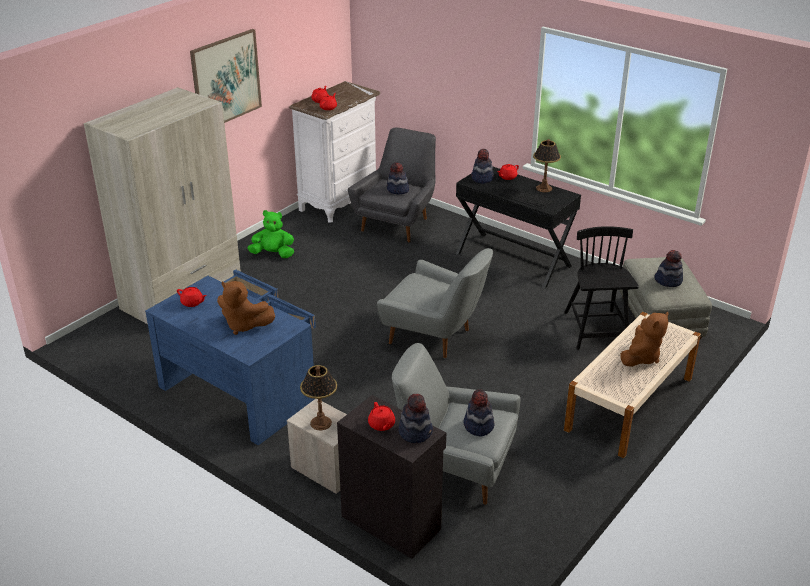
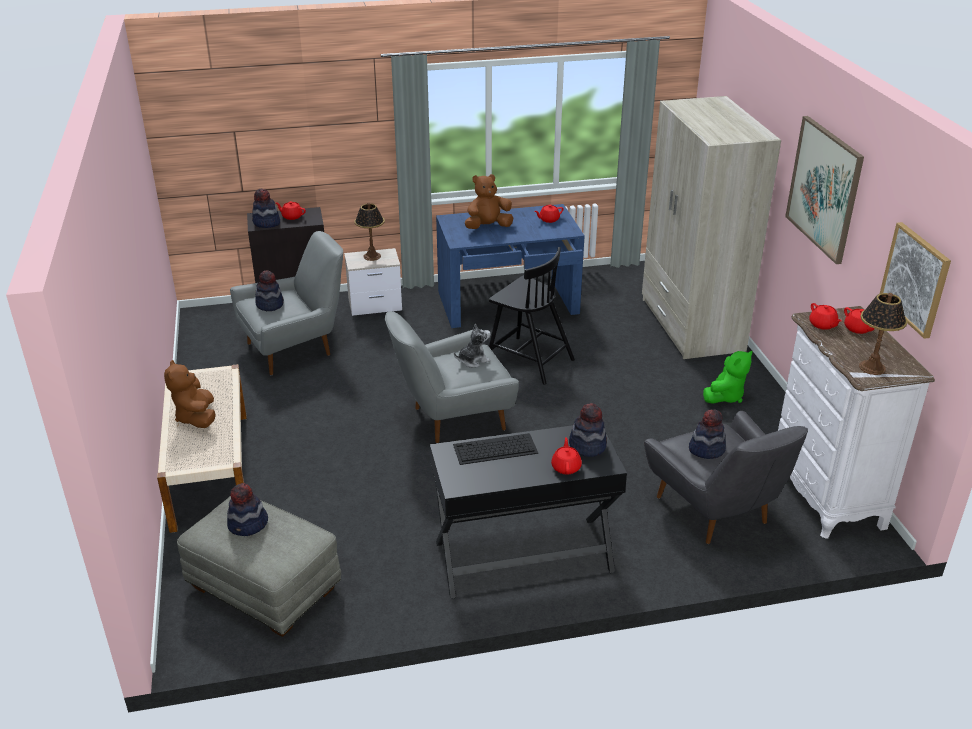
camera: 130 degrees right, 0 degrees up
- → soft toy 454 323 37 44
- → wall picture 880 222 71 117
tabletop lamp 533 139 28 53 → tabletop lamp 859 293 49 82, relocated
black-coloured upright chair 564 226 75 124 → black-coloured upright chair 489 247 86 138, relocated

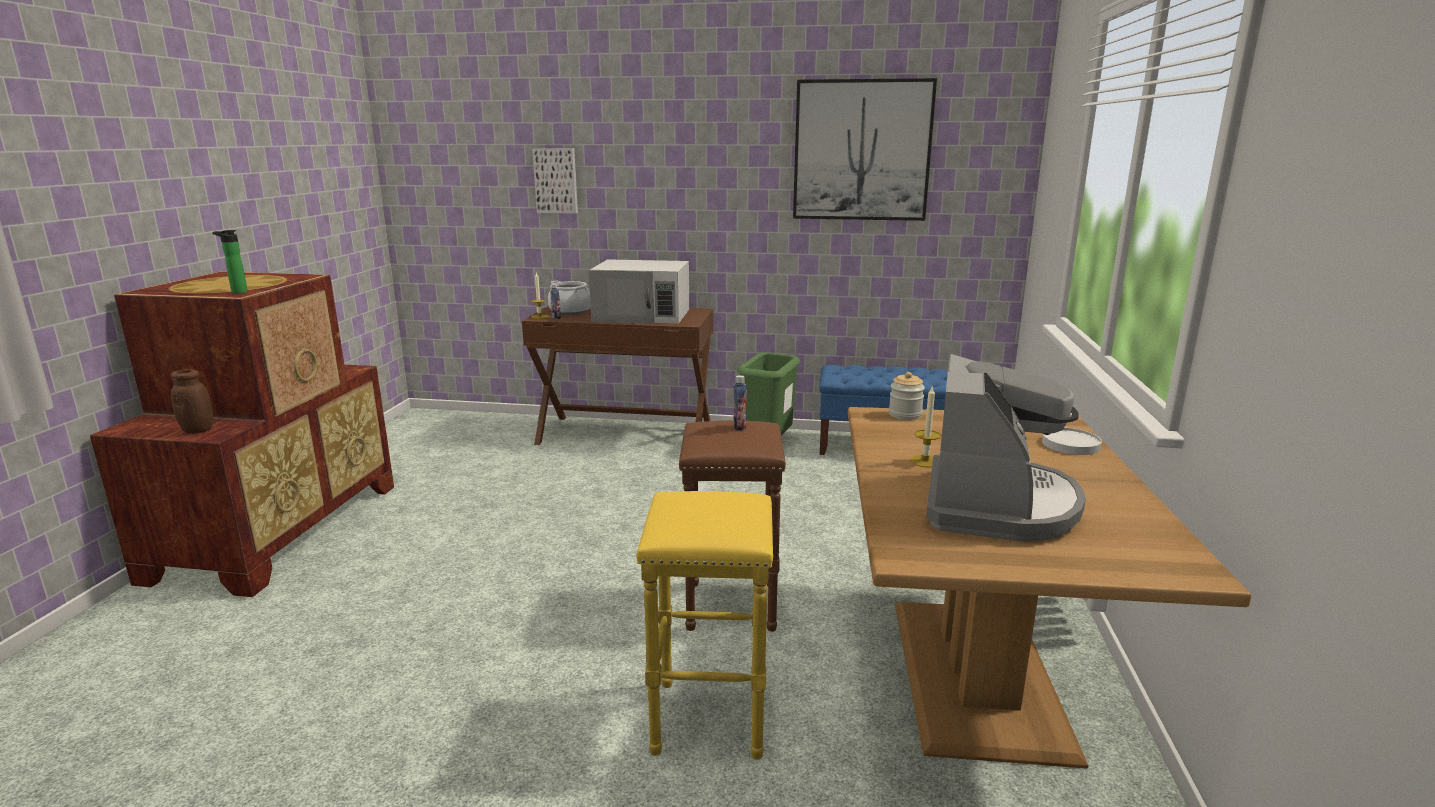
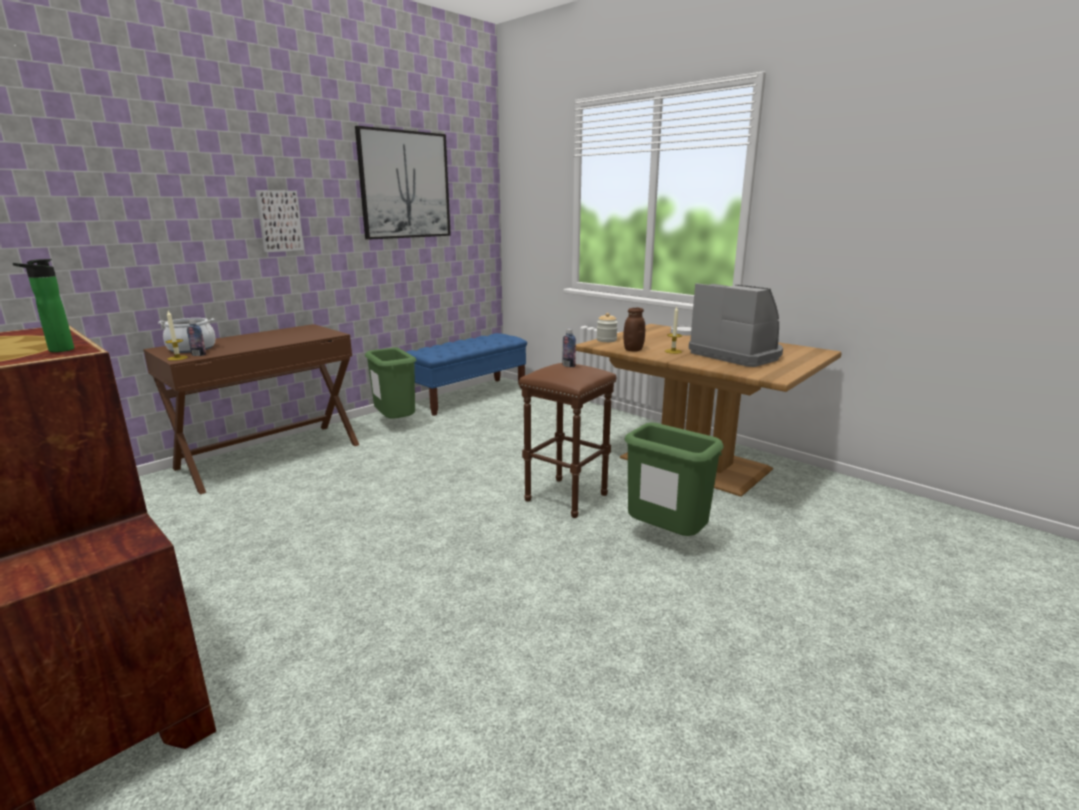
camera: 55 degrees left, 0 degrees up
white-coloured microwave 589 259 100 65 → -
brown-coloured preserve jar 171 369 43 65 → brown-coloured preserve jar 624 308 21 44, relocated
wall picture 532 148 46 66 → wall picture 255 190 49 62, relocated
yellow-coloured stool seat 636 491 137 269 → greenish rubbish bin 625 423 99 113

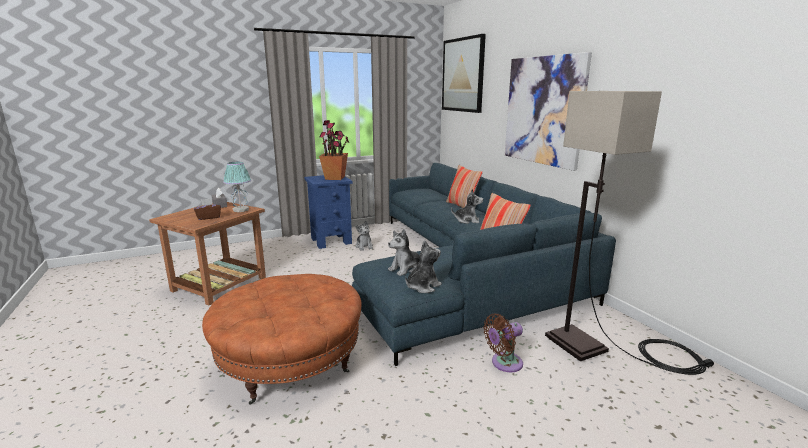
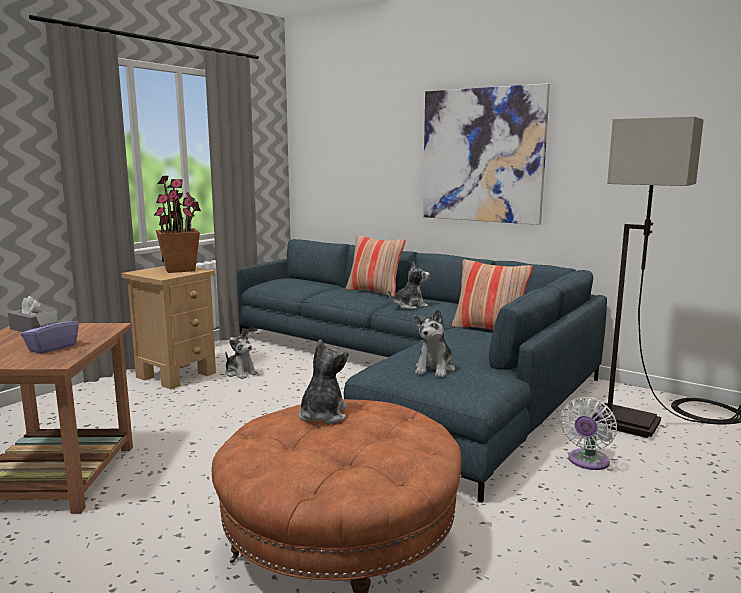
camera: 30 degrees left, 5 degrees down
tabletop lamp 223 162 28 50 → -
wall picture 442 34 44 79 → -
soft toy 405 240 37 53 → soft toy 298 339 50 85, relocated
brown-coloured tissue box 194 198 27 22 → purple tissue box 21 311 58 43
blue-coloured nightstand 304 175 48 74 → beige nightstand 121 266 95 123
brown-coloured cooling fan 483 313 40 59 → white-coloured cooling fan 560 397 57 73

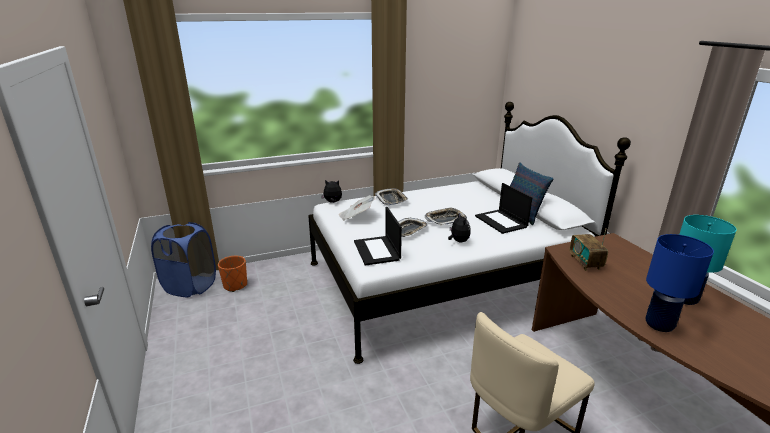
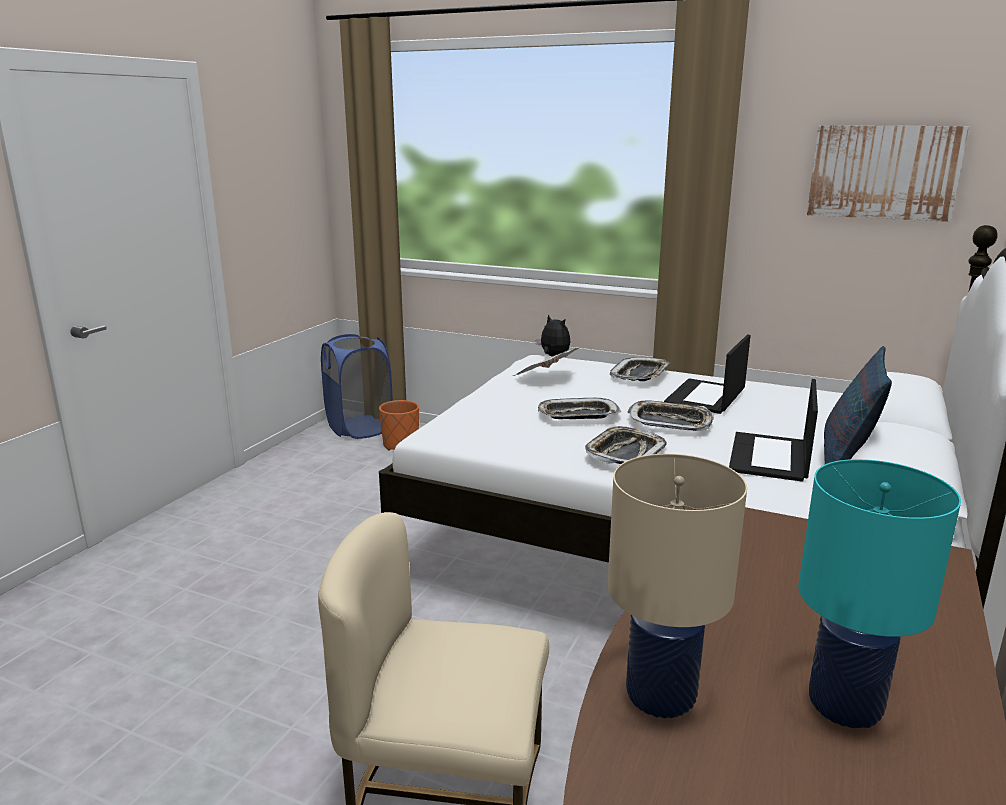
camera: 45 degrees right, 5 degrees down
radio set 569 228 39 43 → -
- → wall picture 807 125 162 97
laptop 354 207 48 59 → laptop 664 334 87 80, relocated
soft toy 448 212 23 31 → carrying tray 585 426 81 38
blue-coloured tabletop lamp 646 234 68 98 → beige tabletop lamp 608 454 139 264

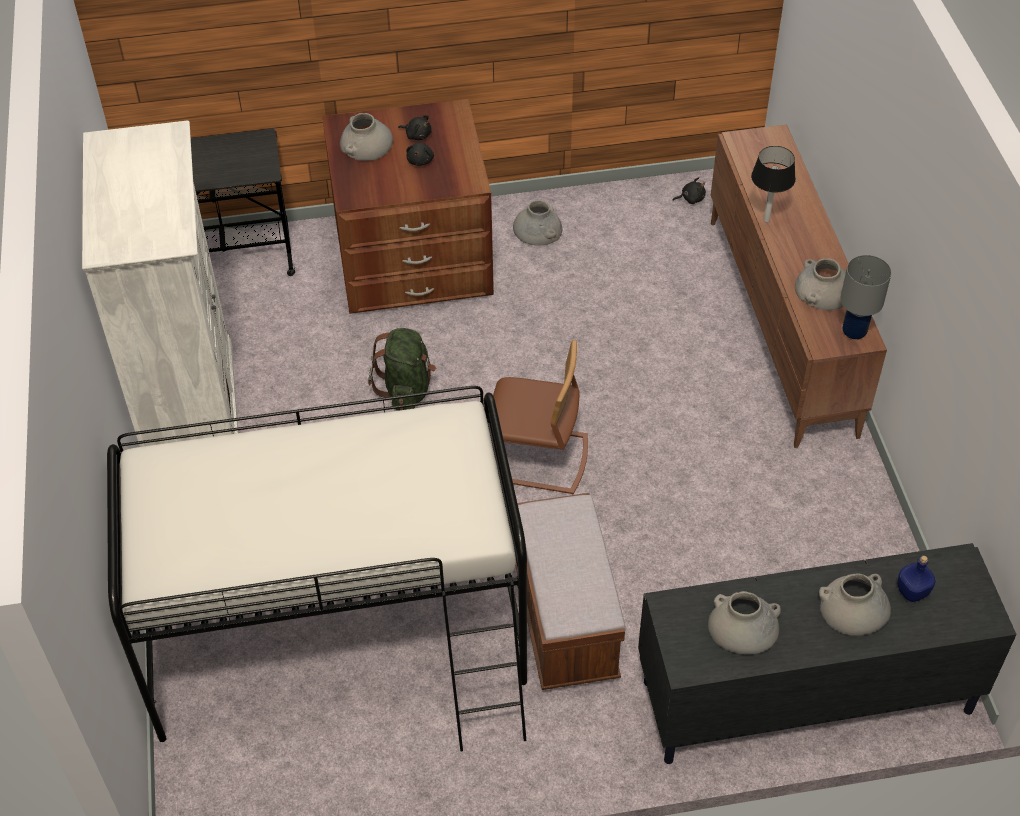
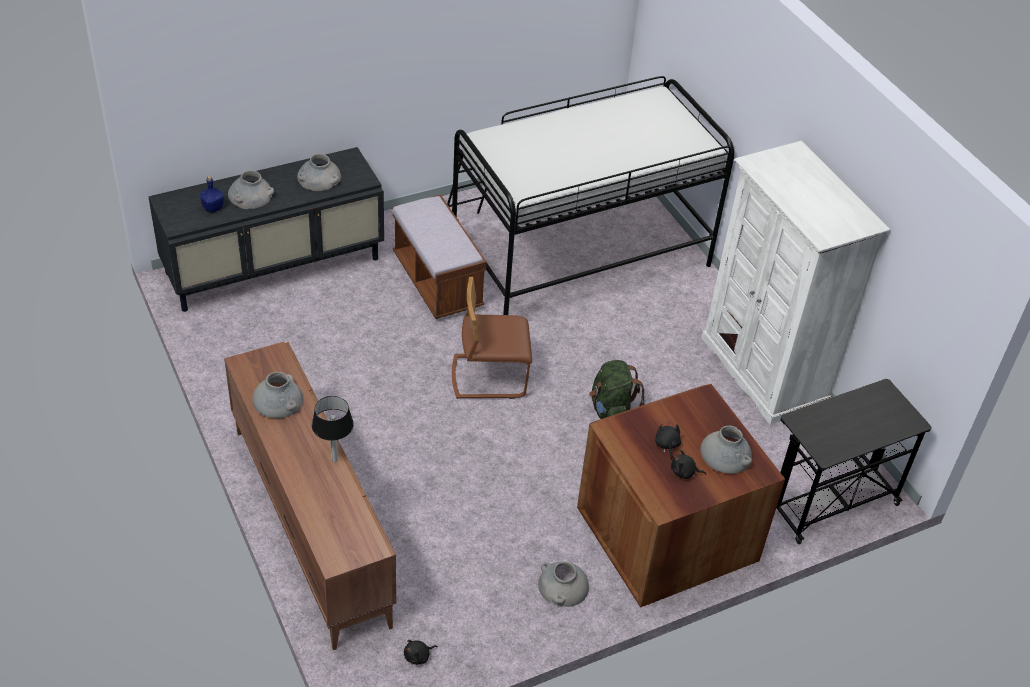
camera: 160 degrees right, 5 degrees down
gray tabletop lamp 840 255 51 84 → -

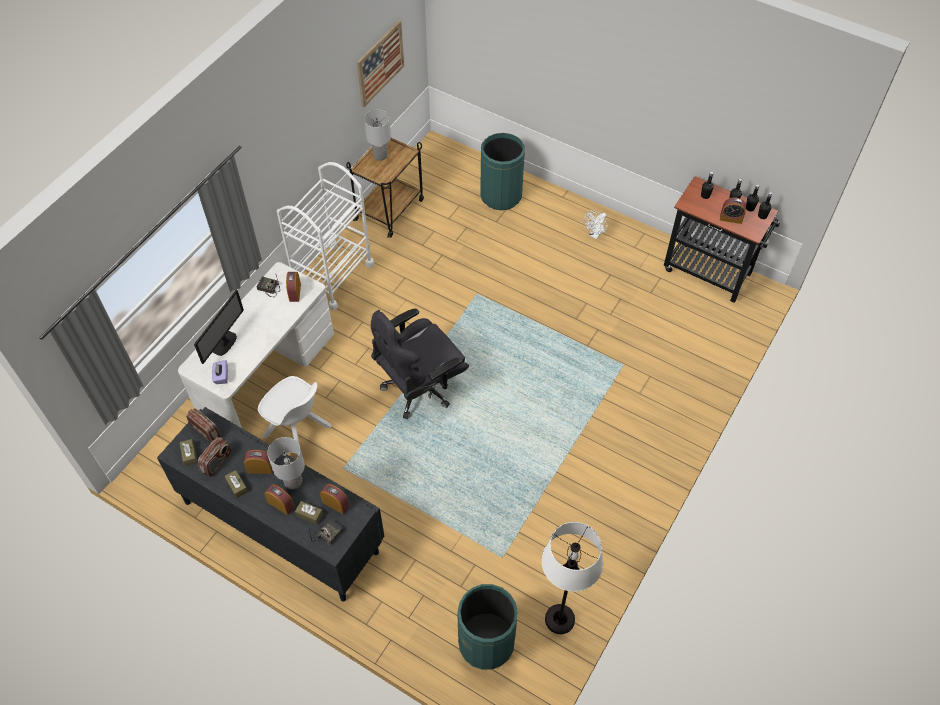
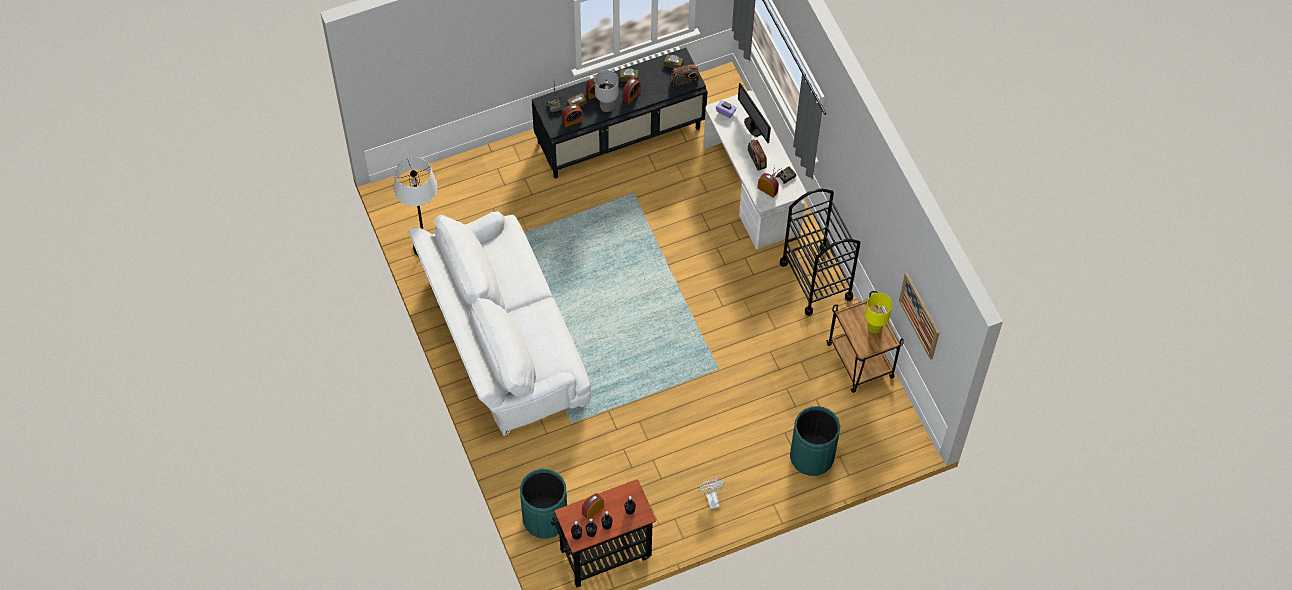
camera: 125 degrees right, 5 degrees up
white-coloured upright chair 258 376 73 81 → -
black-coloured desk chair 371 309 98 110 → -
- → white-coloured couch 408 212 183 224
radio set 198 437 34 40 → radio set 748 139 19 32, relocated
greenish rubbish bin 457 584 61 86 → greenish rubbish bin 520 469 47 70, relocated
white-coloured trolley 277 162 97 148 → black-coloured trolley 780 189 80 127
gray tabletop lamp 364 110 27 50 → yellow-coloured tabletop lamp 865 293 27 41

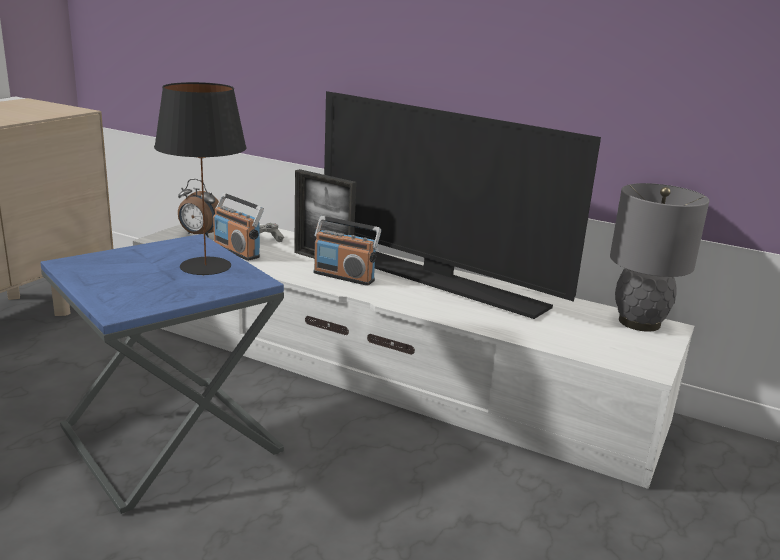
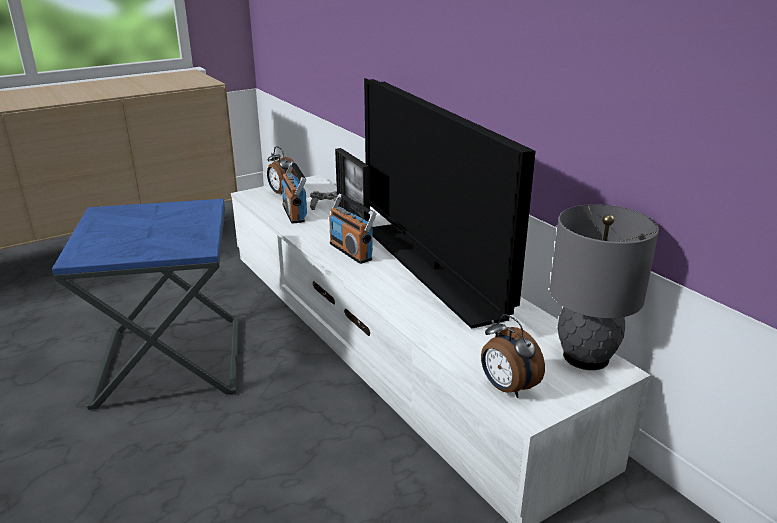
camera: 30 degrees right, 5 degrees up
black-coloured tabletop lamp 154 82 93 193 → -
- → alarm clock 481 314 64 84

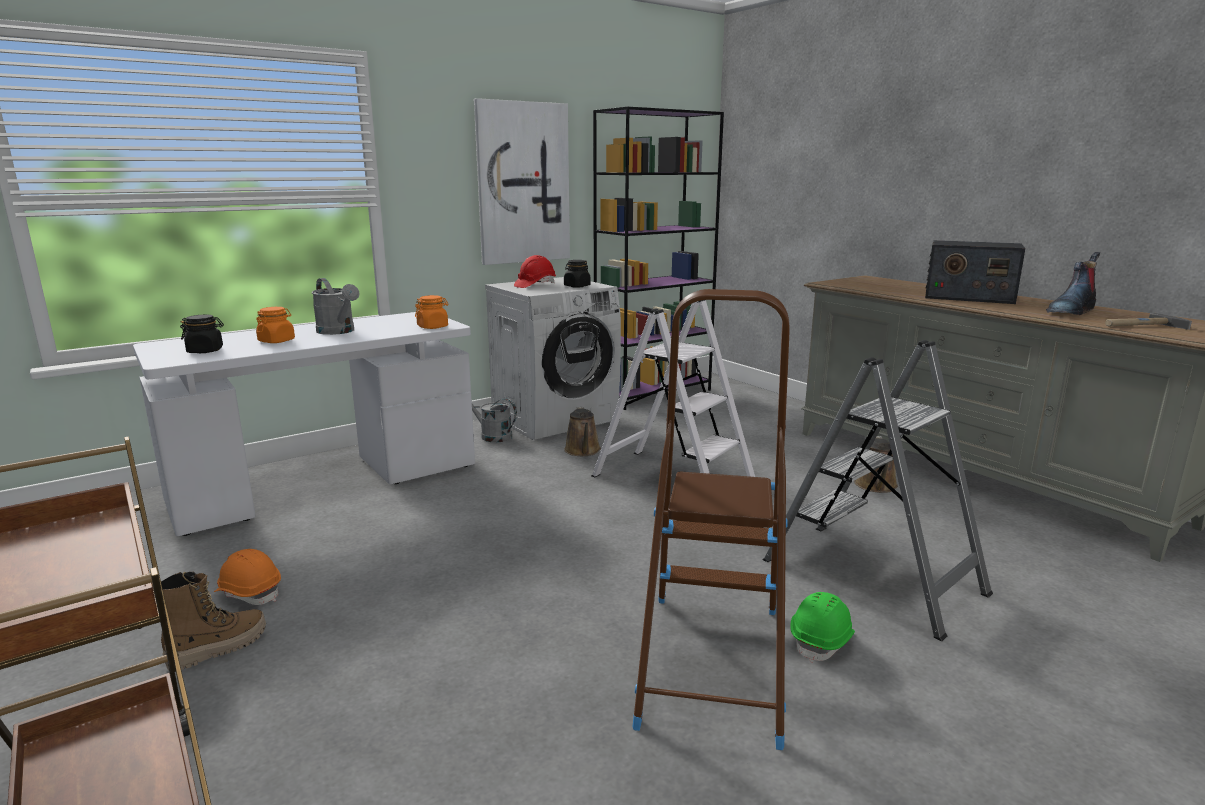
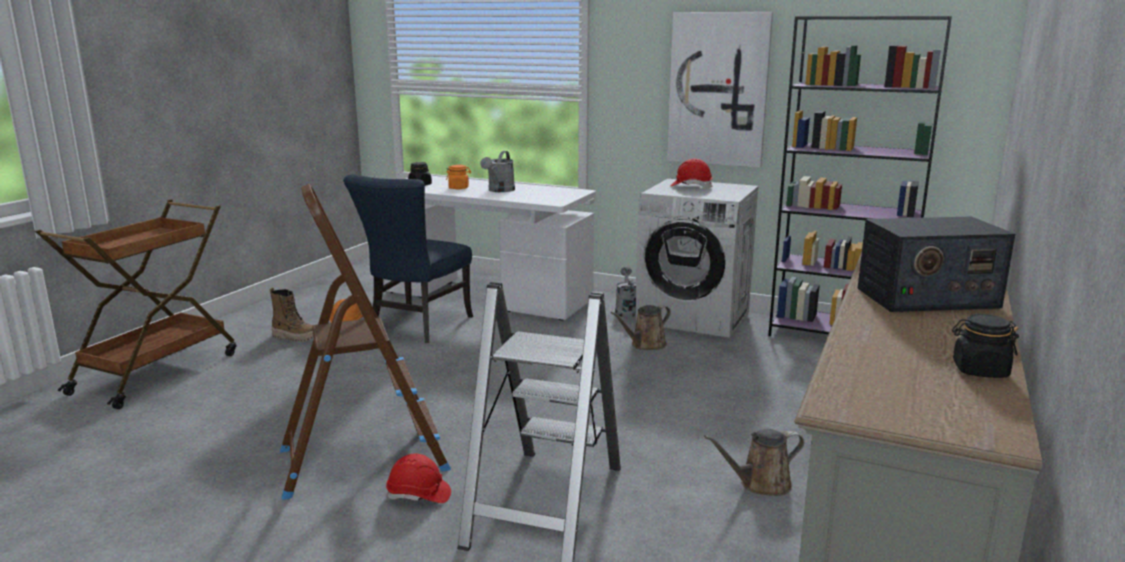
camera: 60 degrees right, 0 degrees up
orange-coloured preserve jar 415 295 34 34 → -
white-coloured step ladder 591 300 164 177 → -
boot 1046 252 54 63 → -
hammer 1105 313 87 17 → -
- → blue-coloured upright chair 343 174 130 169
black-coloured preserve jar 564 260 27 28 → black-coloured preserve jar 952 314 67 64, relocated
greenish hard hat 790 592 65 71 → reddish hard hat 386 454 65 49
radio set 925 240 100 64 → radio set 857 217 158 95, 90 degrees counterclockwise

